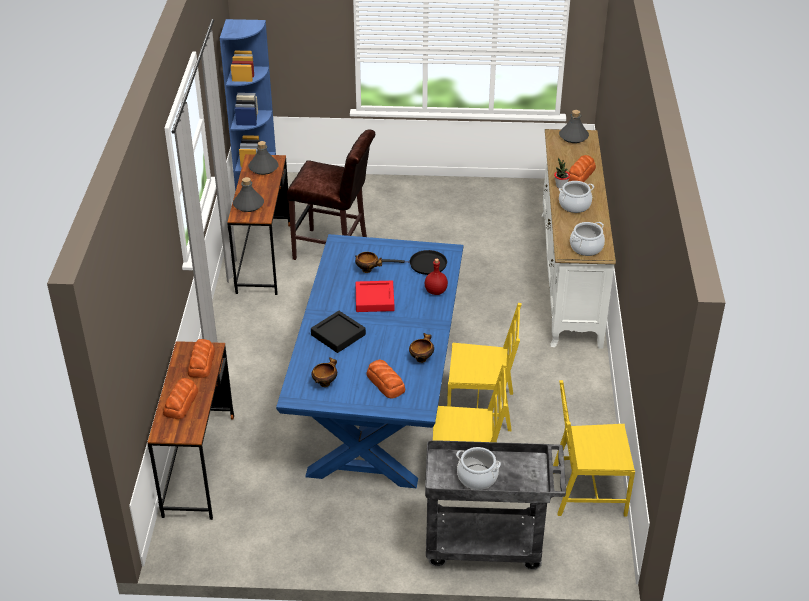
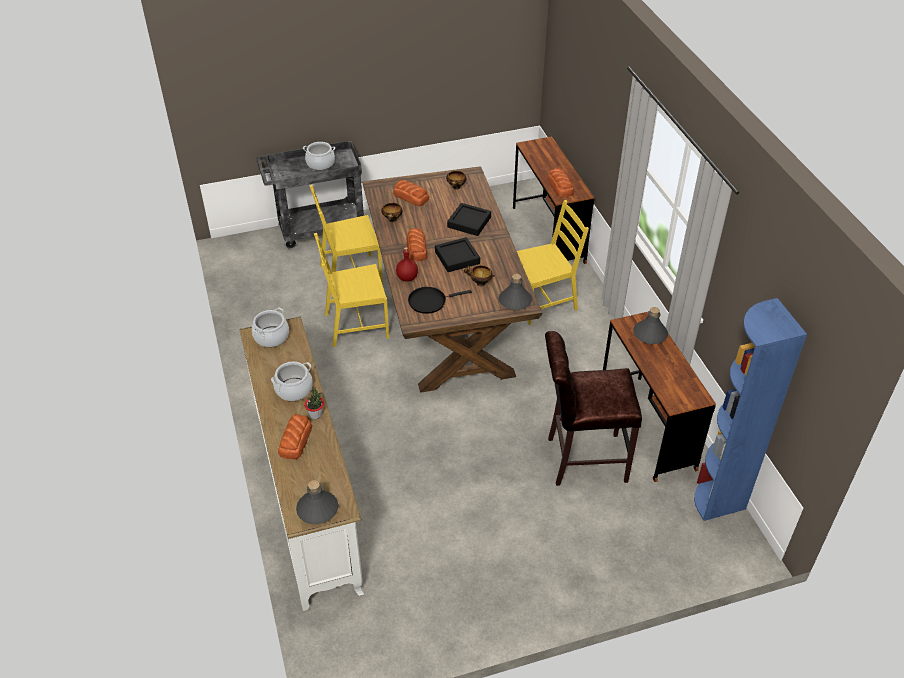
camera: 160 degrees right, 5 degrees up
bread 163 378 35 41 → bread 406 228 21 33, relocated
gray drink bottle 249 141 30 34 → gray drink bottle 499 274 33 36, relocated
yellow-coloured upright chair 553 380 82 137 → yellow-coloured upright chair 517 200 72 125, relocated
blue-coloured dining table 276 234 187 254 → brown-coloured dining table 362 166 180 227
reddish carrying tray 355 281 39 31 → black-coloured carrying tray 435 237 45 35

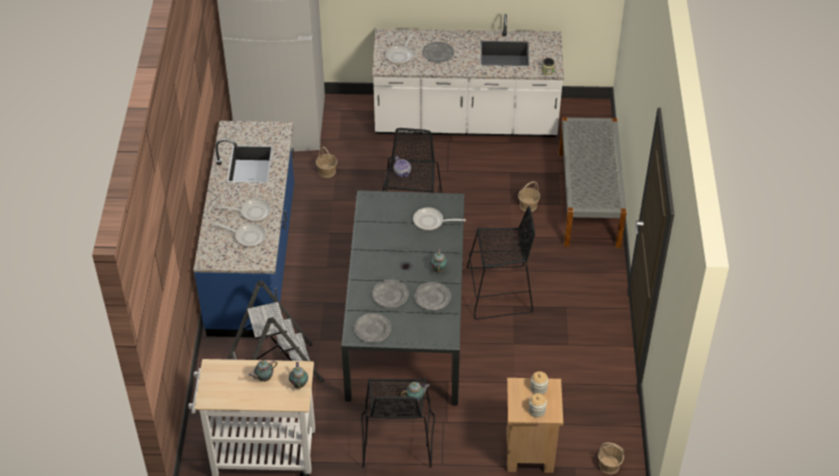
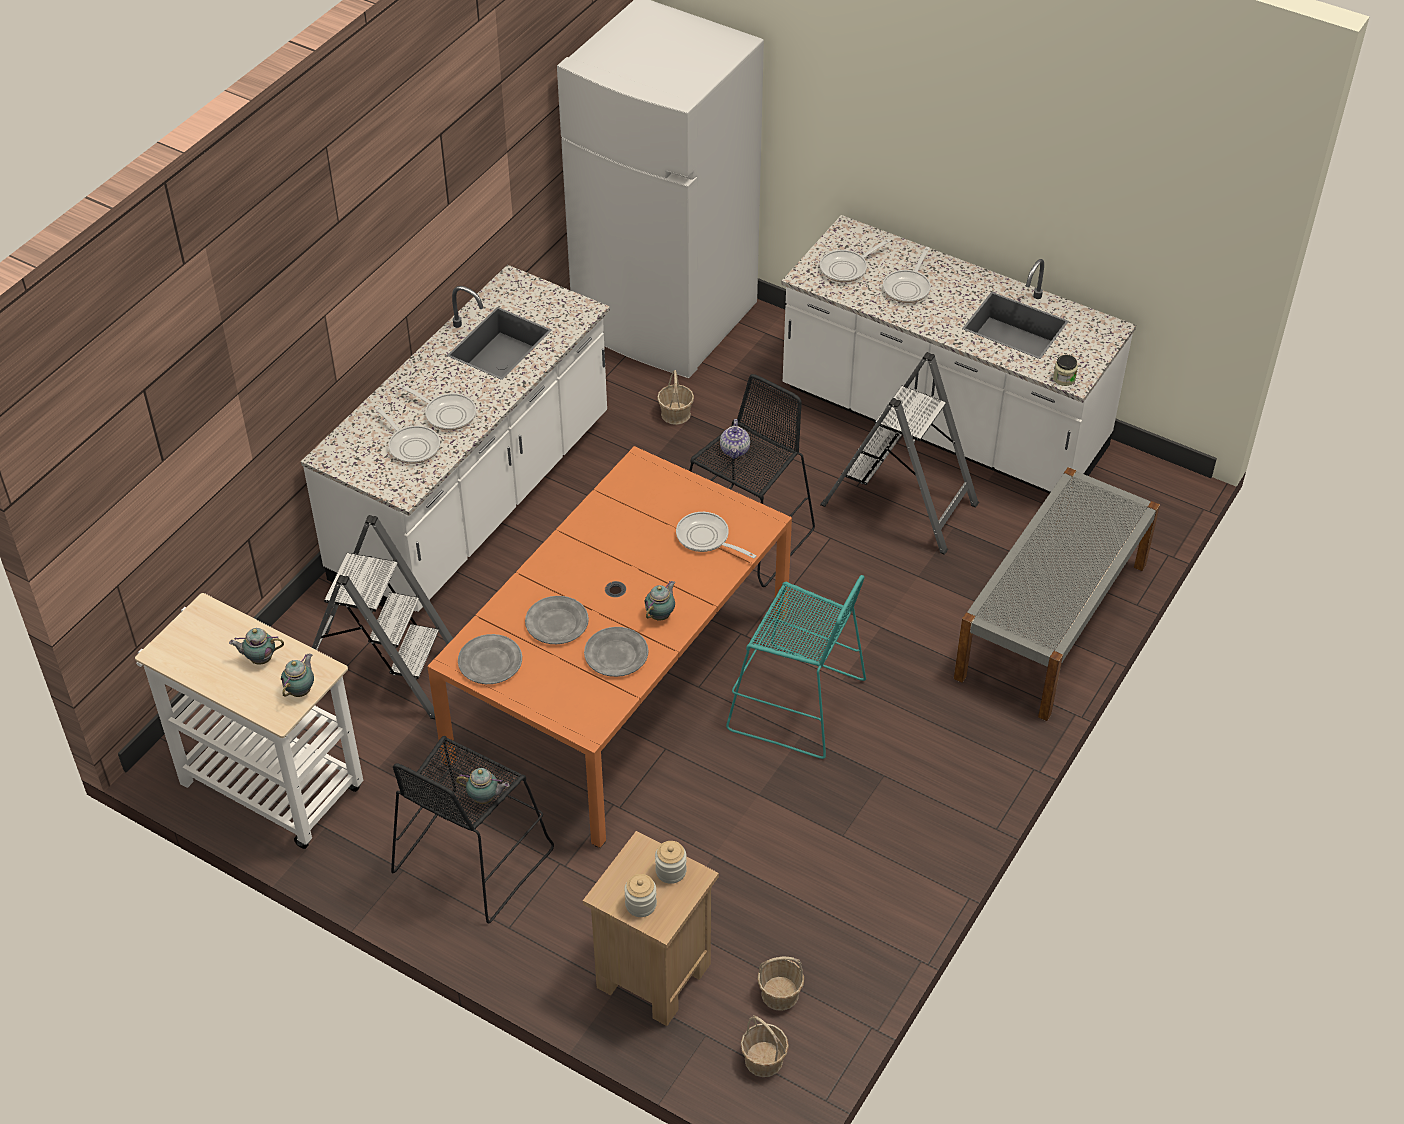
camera: 30 degrees right, 0 degrees up
- → gray step ladder 820 352 159 203
storage basket 518 181 22 31 → storage basket 757 957 47 54, relocated
gray dinner plate 423 42 31 21 → pan 883 247 48 56
blue-coloured counter 193 121 101 217 → white-coloured counter 301 265 309 347
gray dining table 341 190 124 216 → orange-coloured dining table 427 446 365 402
black-coloured stool seat 466 206 69 113 → blue-green stool seat 726 575 140 184

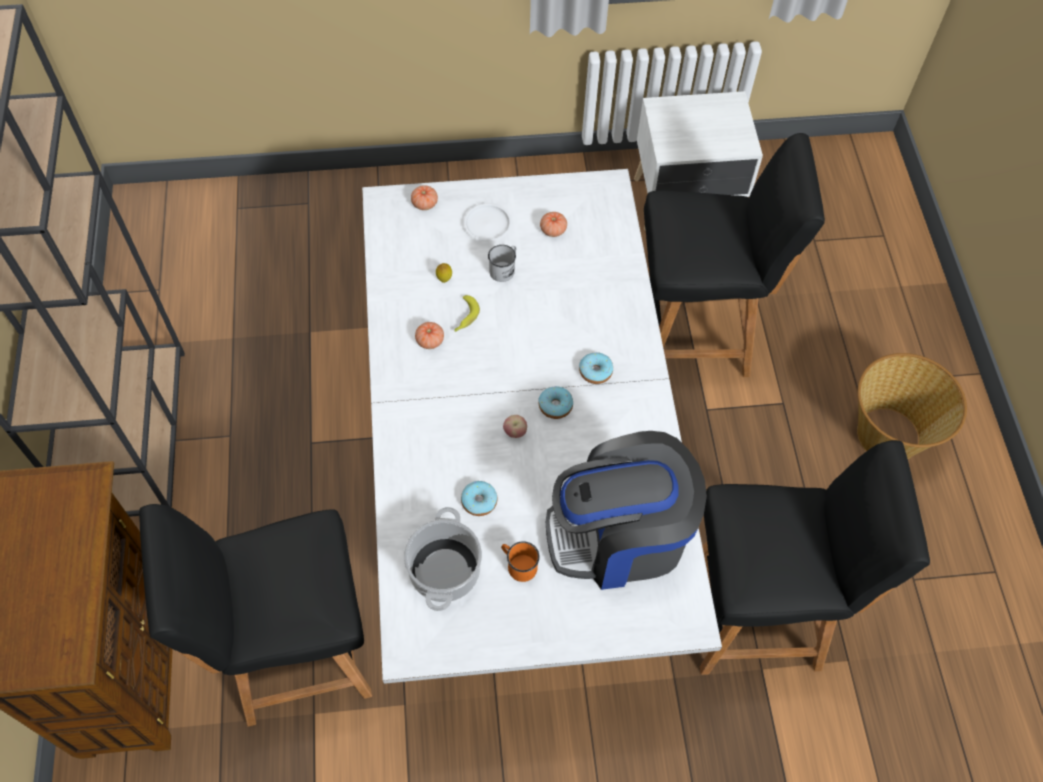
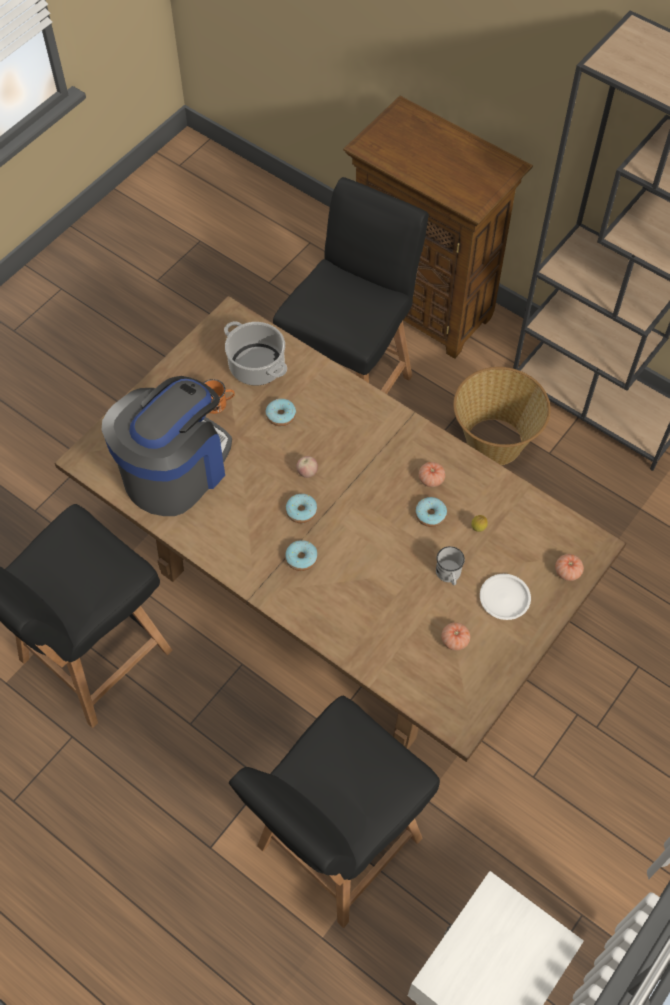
camera: 135 degrees right, 0 degrees up
storage basket 857 353 110 106 → storage basket 453 367 98 98, relocated
whole banana 454 295 26 37 → ring doughnut 415 497 32 30
white-coloured dining table 362 169 360 515 → brown-coloured dining table 55 296 571 466

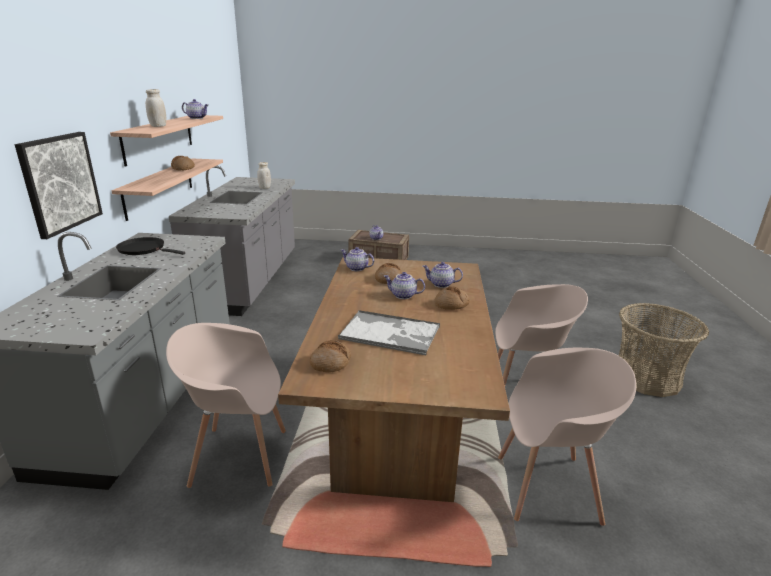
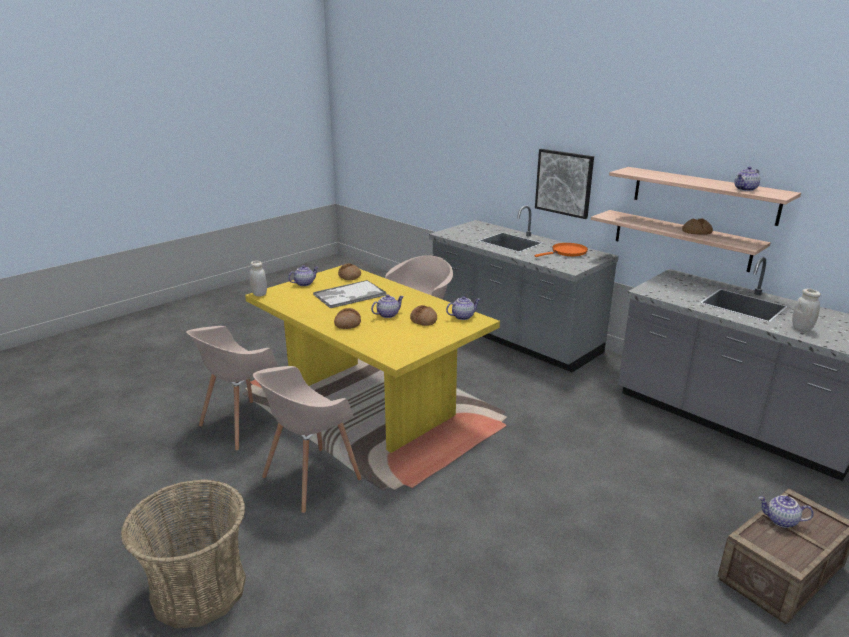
camera: 130 degrees right, 0 degrees up
white-coloured preserve jar 146 89 20 38 → white-coloured preserve jar 249 261 18 35, relocated
tea pot 423 262 40 26 → tea pot 288 265 30 21, relocated
black-coloured pan 116 237 69 18 → orange-coloured pan 535 243 53 14
brown-coloured dining table 278 257 232 245 → yellow-coloured dining table 245 265 255 188

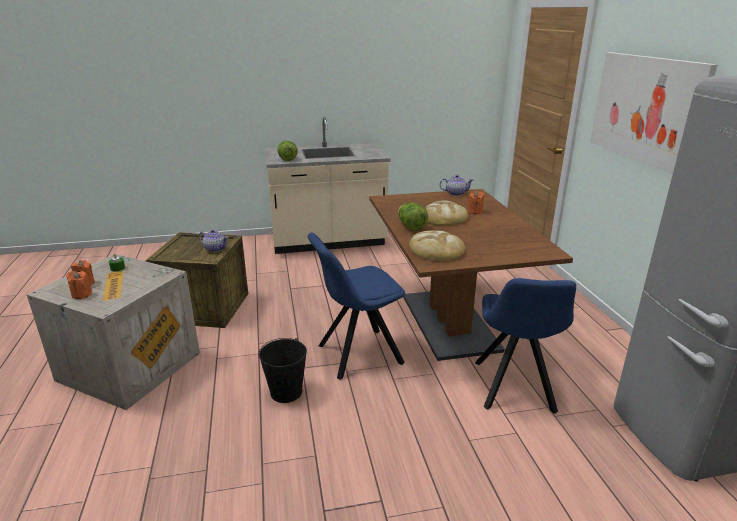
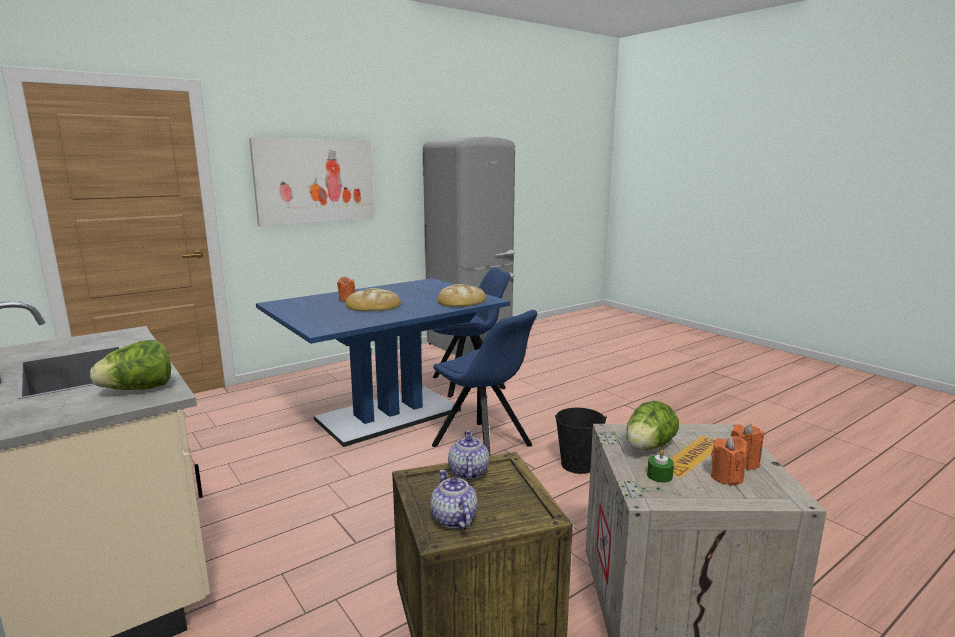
camera: 115 degrees left, 10 degrees down
lettuce head 398 203 30 28 → lettuce head 627 401 52 49, relocated
tea pot 440 175 33 21 → tea pot 430 470 48 59, relocated
brown-coloured dining table 370 189 203 172 → blue-coloured dining table 256 278 254 169

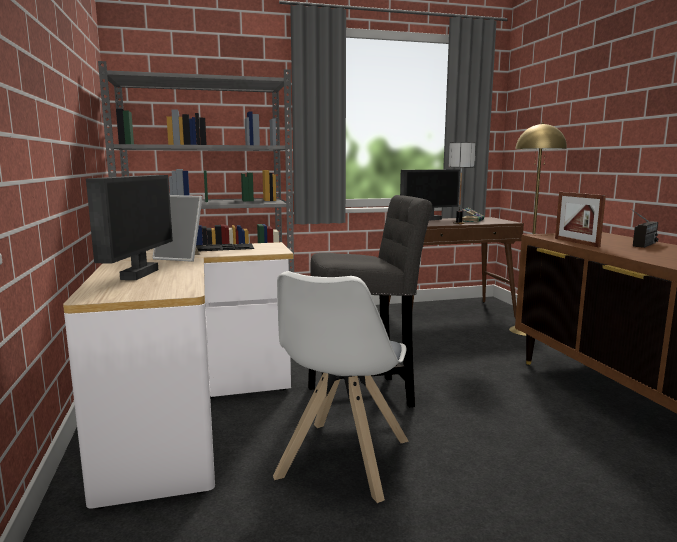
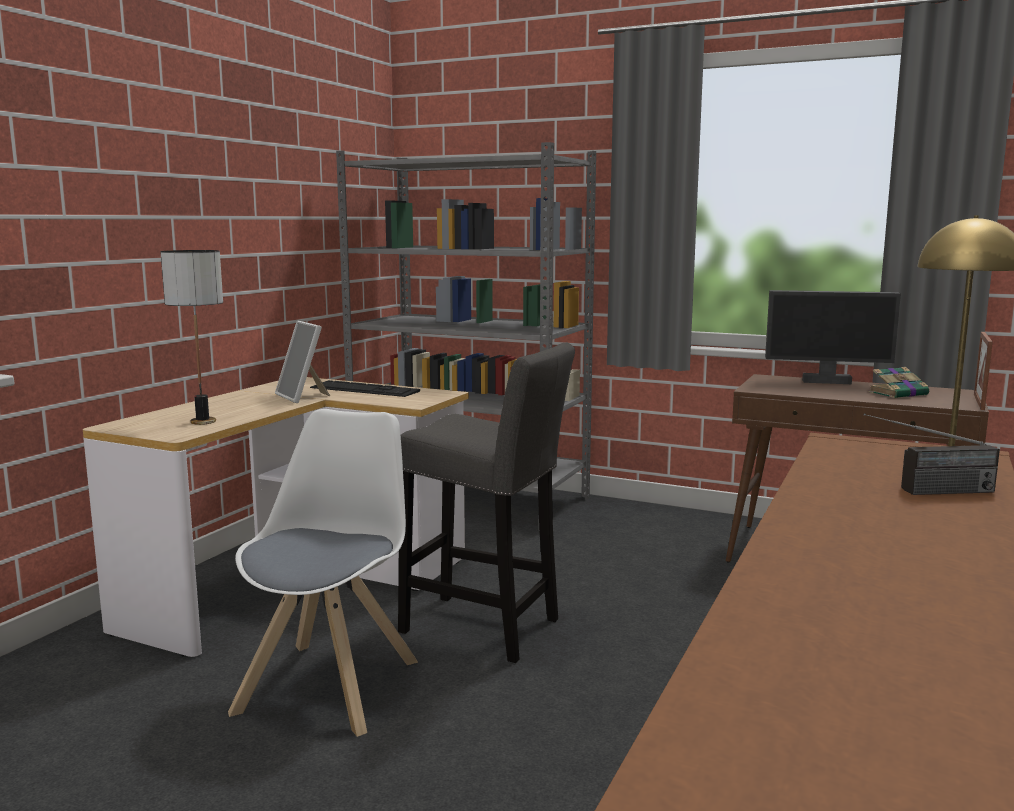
camera: 40 degrees right, 0 degrees up
computer display 86 175 87 105 → -
tabletop lamp 449 142 27 82 → tabletop lamp 160 250 63 175, relocated
standing frame 555 192 51 55 → standing frame 974 332 19 78, relocated
upright chair 273 271 136 232 → upright chair 228 409 190 328, 135 degrees clockwise

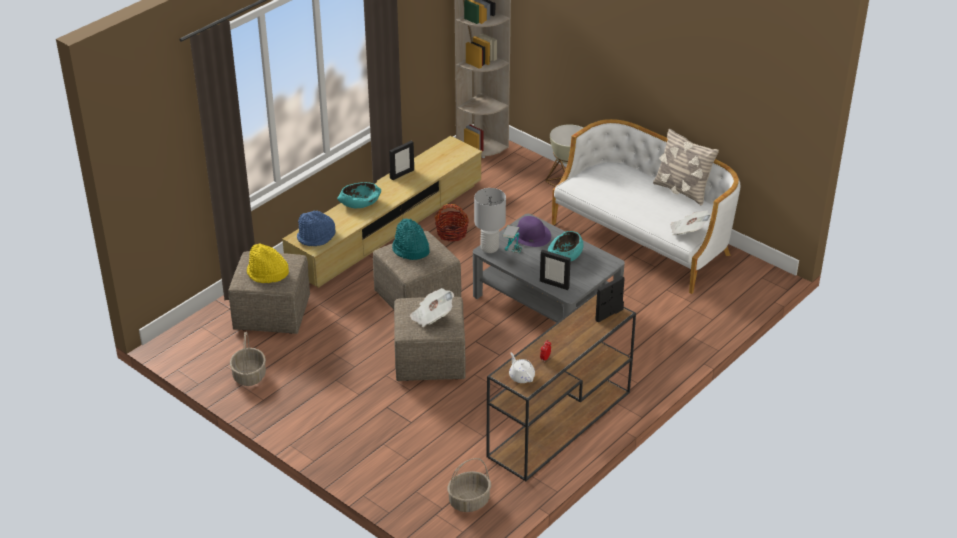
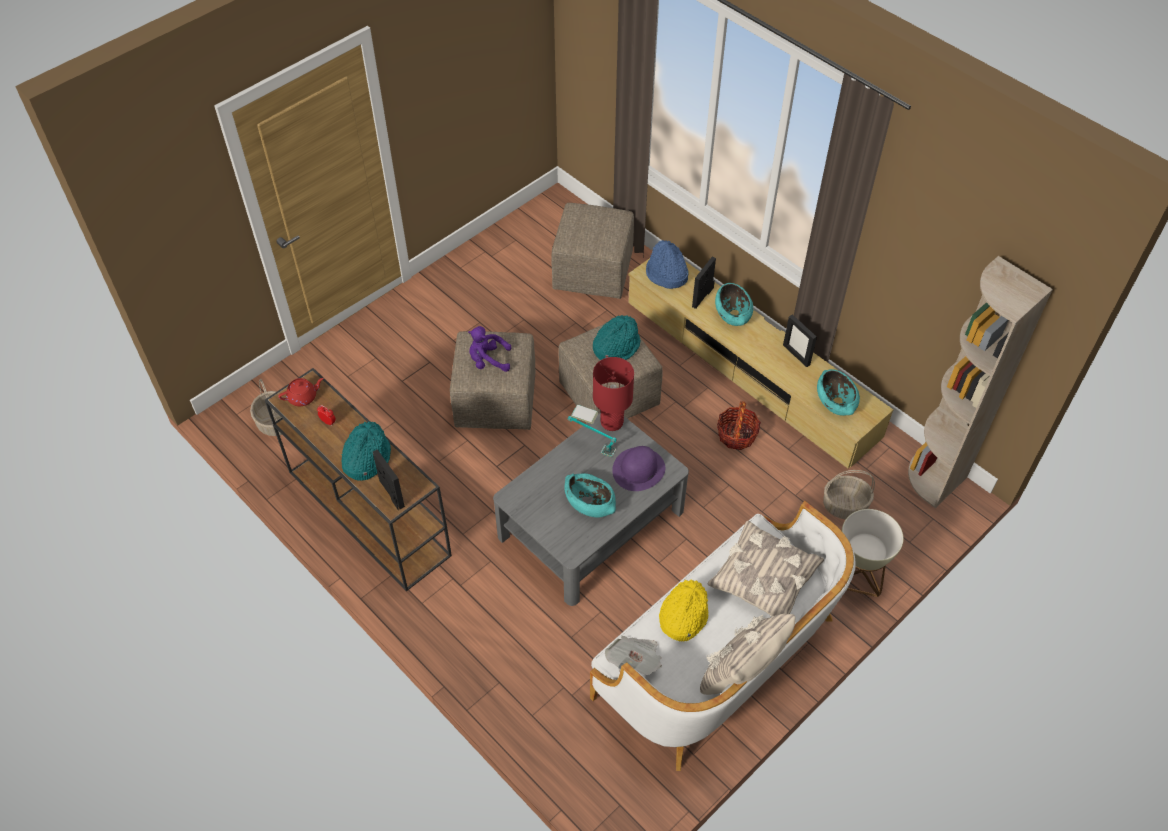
camera: 95 degrees right, 15 degrees up
- → blue-green wearable hat 341 421 50 60
- → beige throw pillow 708 521 116 95
- → blue-green serving bowl 817 369 43 47
storage basket 230 332 36 54 → storage basket 823 470 52 49, relocated
yellow-coloured wearable hat 247 243 42 40 → yellow-coloured wearable hat 659 580 49 62, relocated
standing frame 540 250 31 40 → standing frame 692 257 24 52, relocated
newspaper 410 288 44 39 → purple soft toy 468 326 43 46
gray tabletop lamp 474 188 32 65 → reddish tabletop lamp 593 357 41 74
white-coloured tea pot 509 353 26 30 → reddish tea pot 278 378 46 28

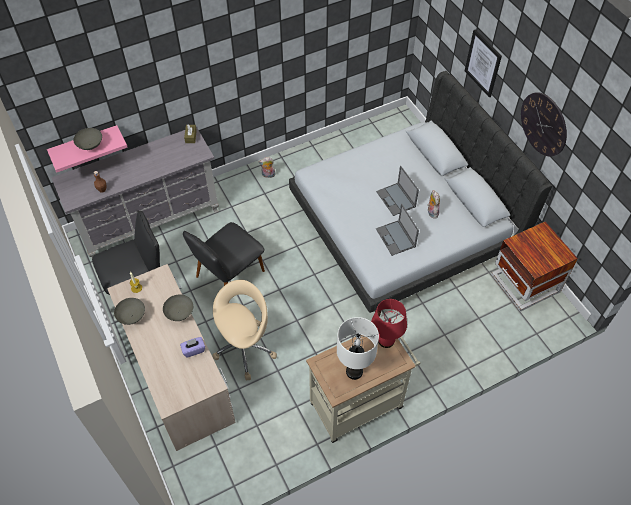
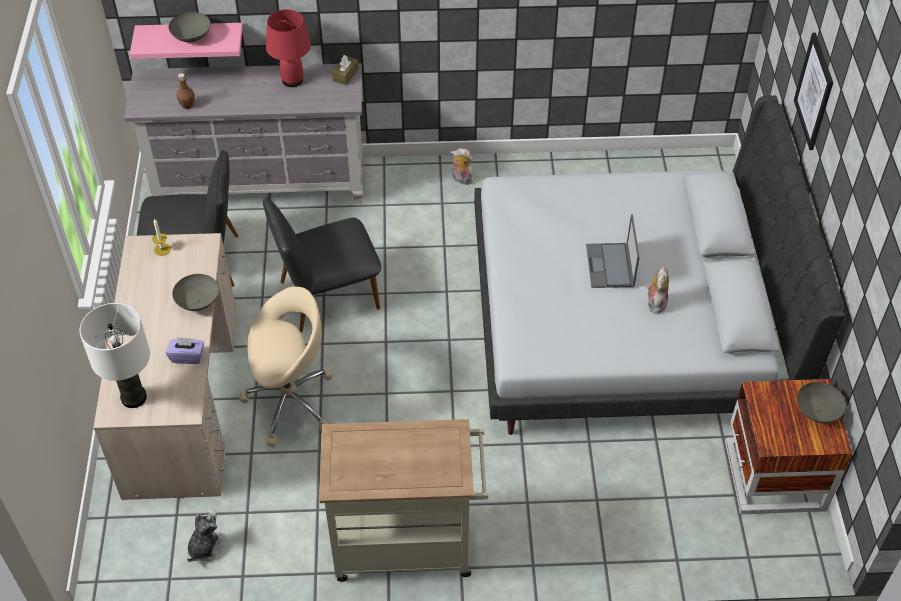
camera: 25 degrees right, 5 degrees down
laptop 376 204 43 52 → -
wall clock 521 92 46 64 → -
- → soft toy 187 509 38 53
gray serving bowl 114 298 31 27 → gray serving bowl 797 382 49 41, relocated
white-coloured tabletop lamp 337 317 42 63 → white-coloured tabletop lamp 80 303 70 105, relocated
reddish tabletop lamp 371 299 36 49 → reddish tabletop lamp 266 9 45 78, relocated

